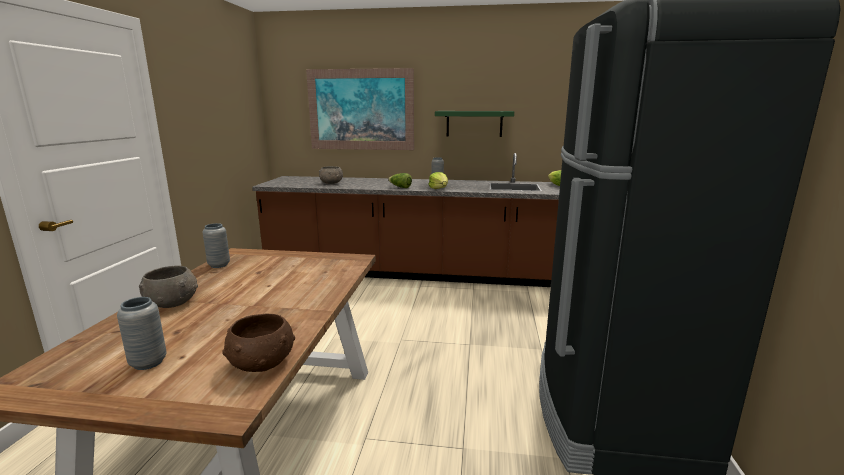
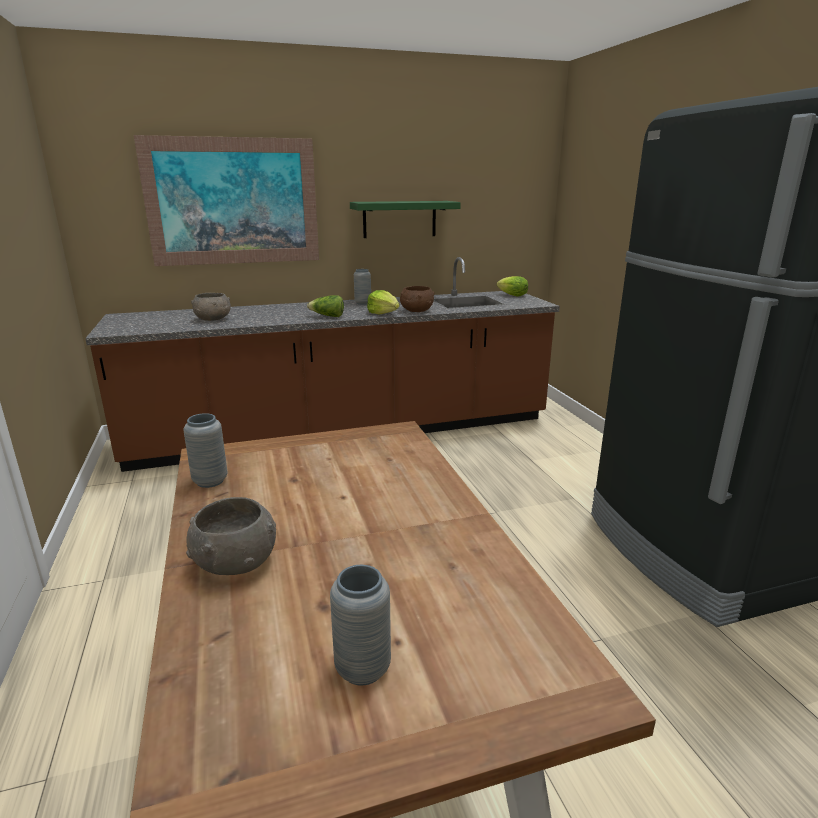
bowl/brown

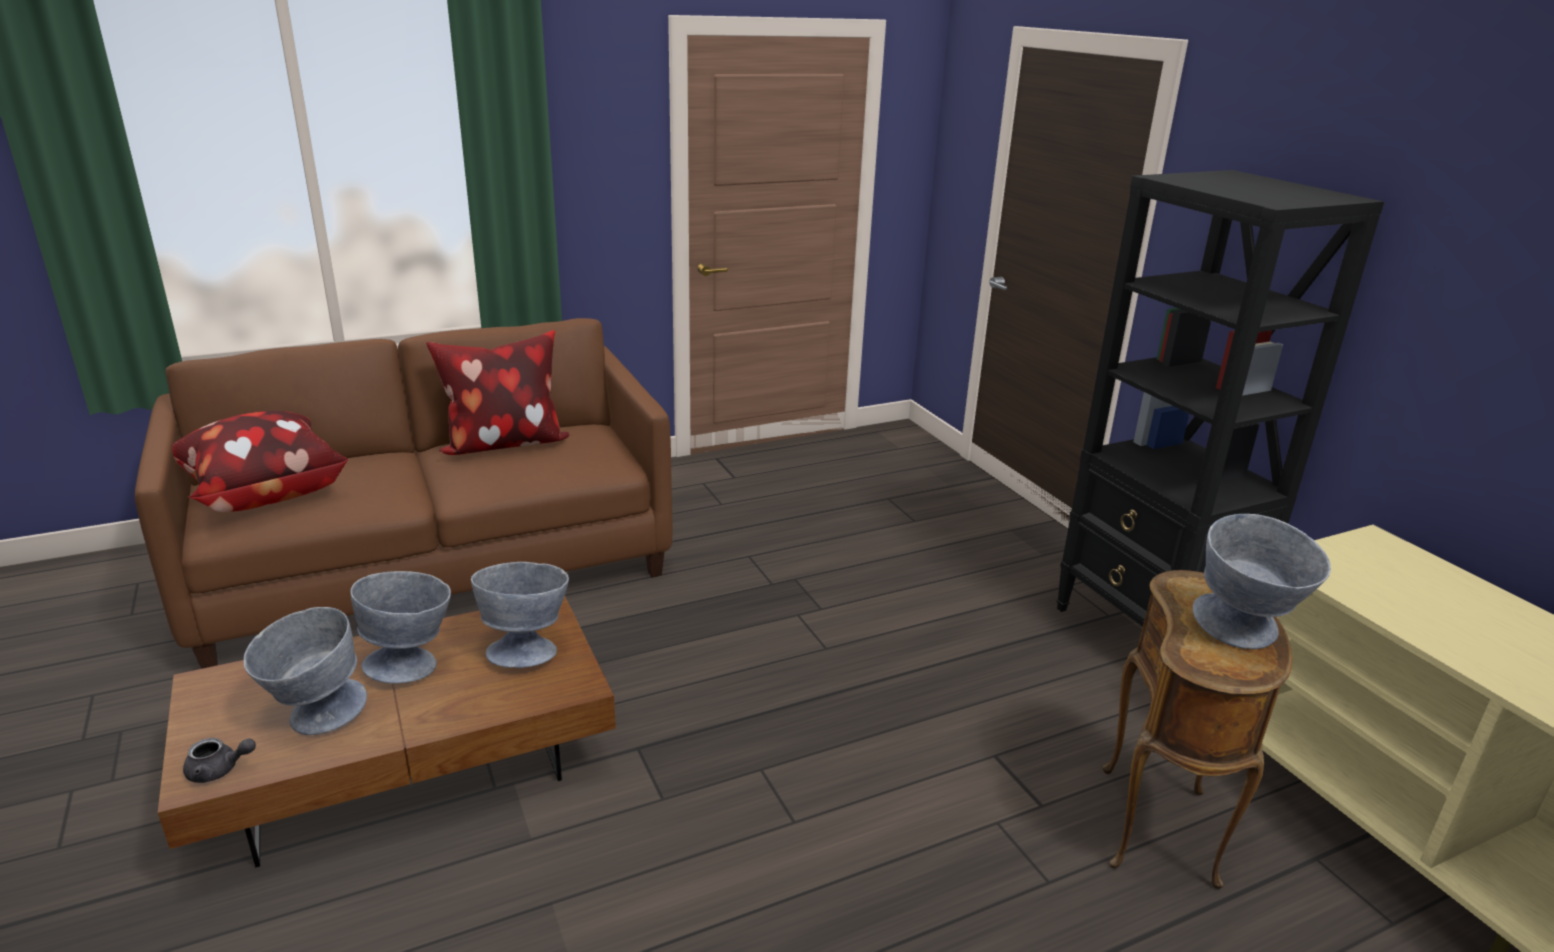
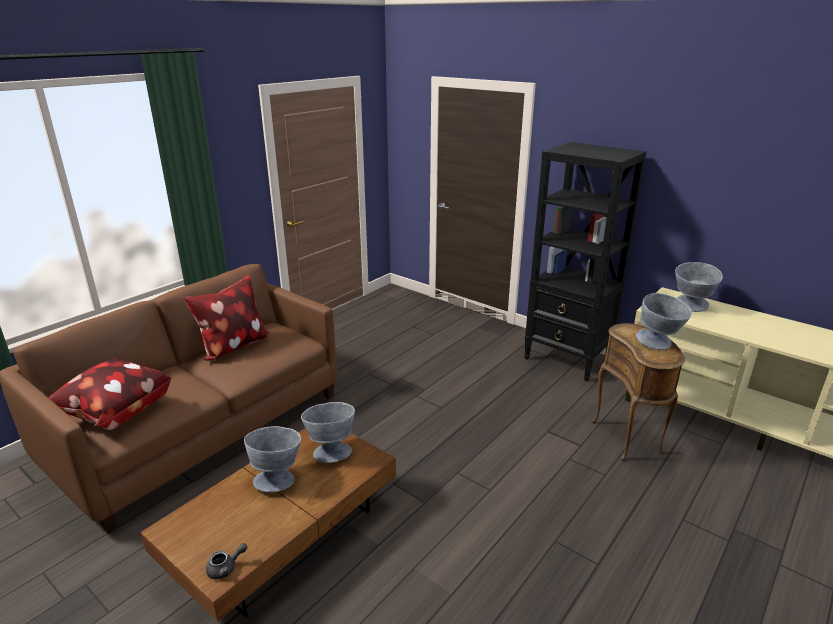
bowl/grey (4th from left)

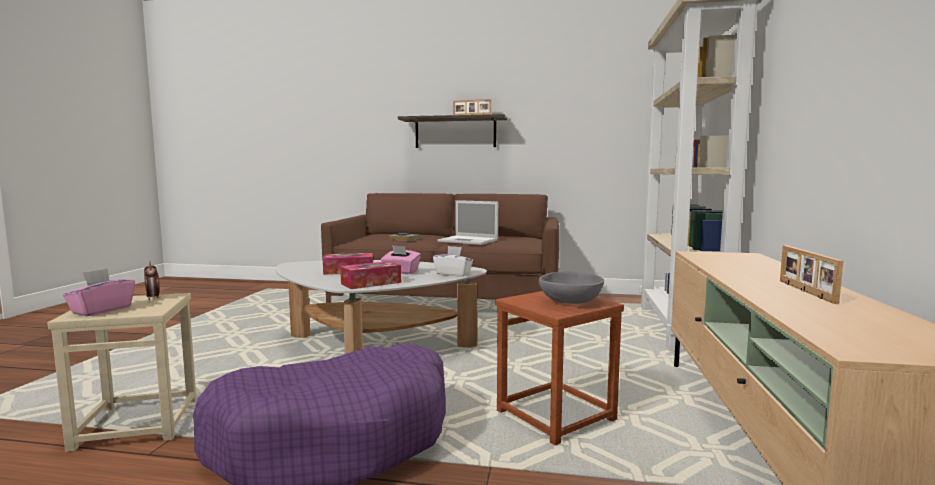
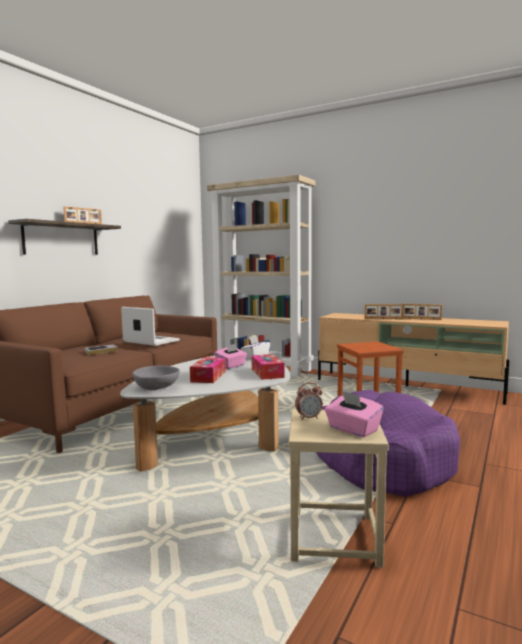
laptop
bowl/grey
picture frame (2nd from left)

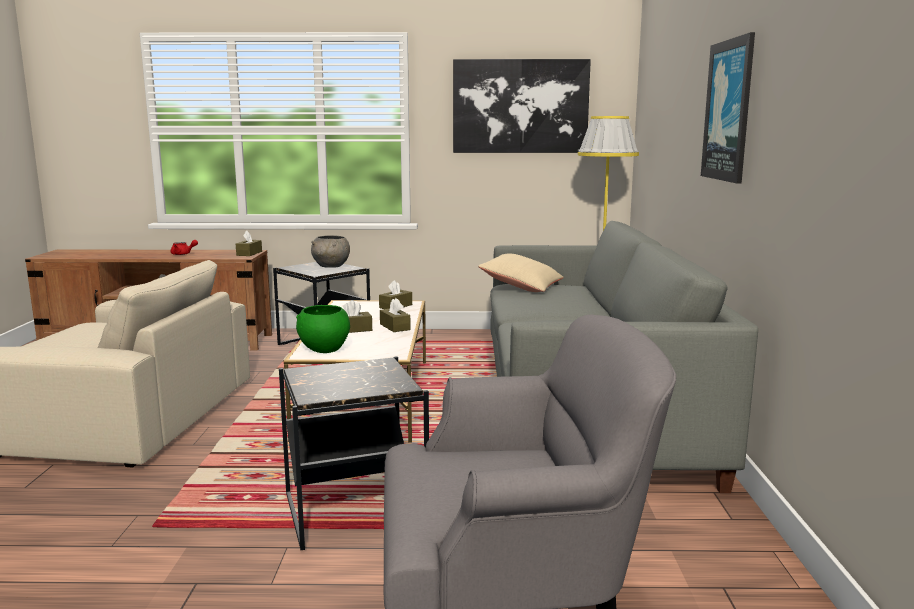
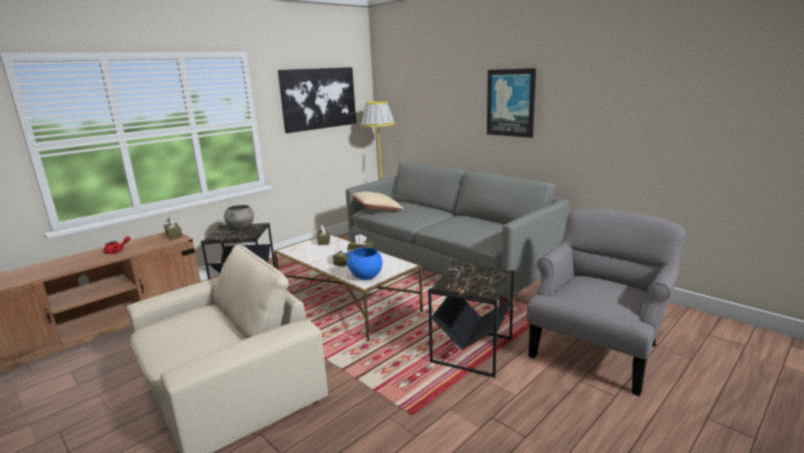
bowl/blue

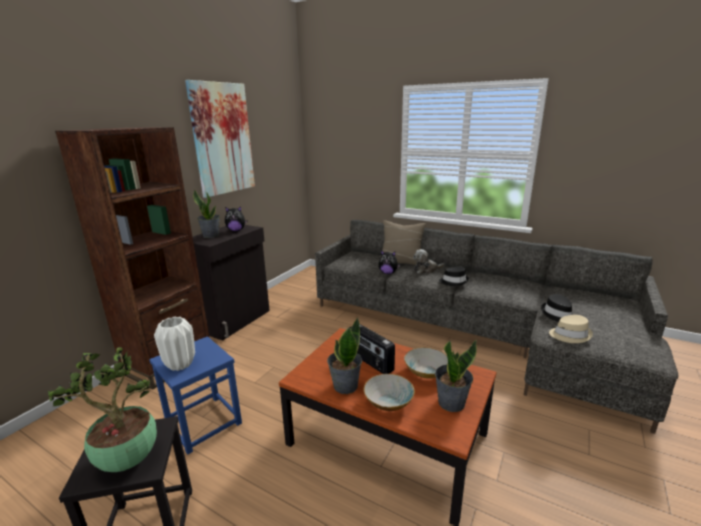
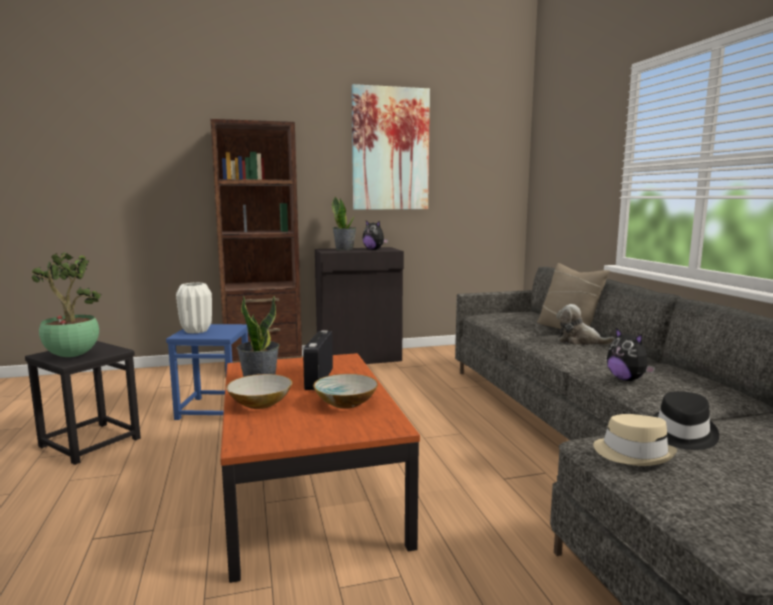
plush toy (3rd from left)
potted plant (4th from left in the first image)
hat/black (1st from left in the first image)

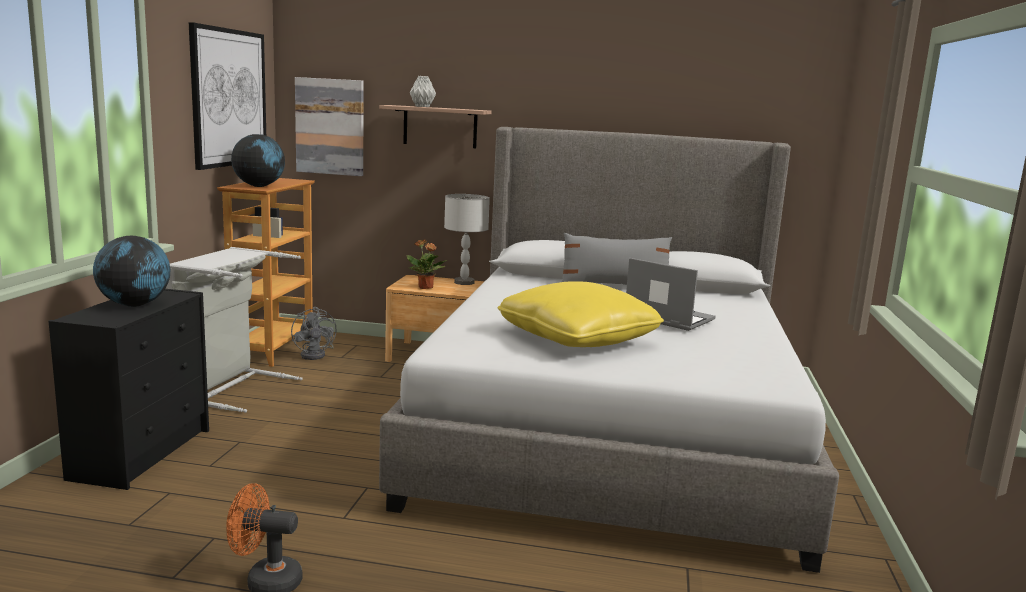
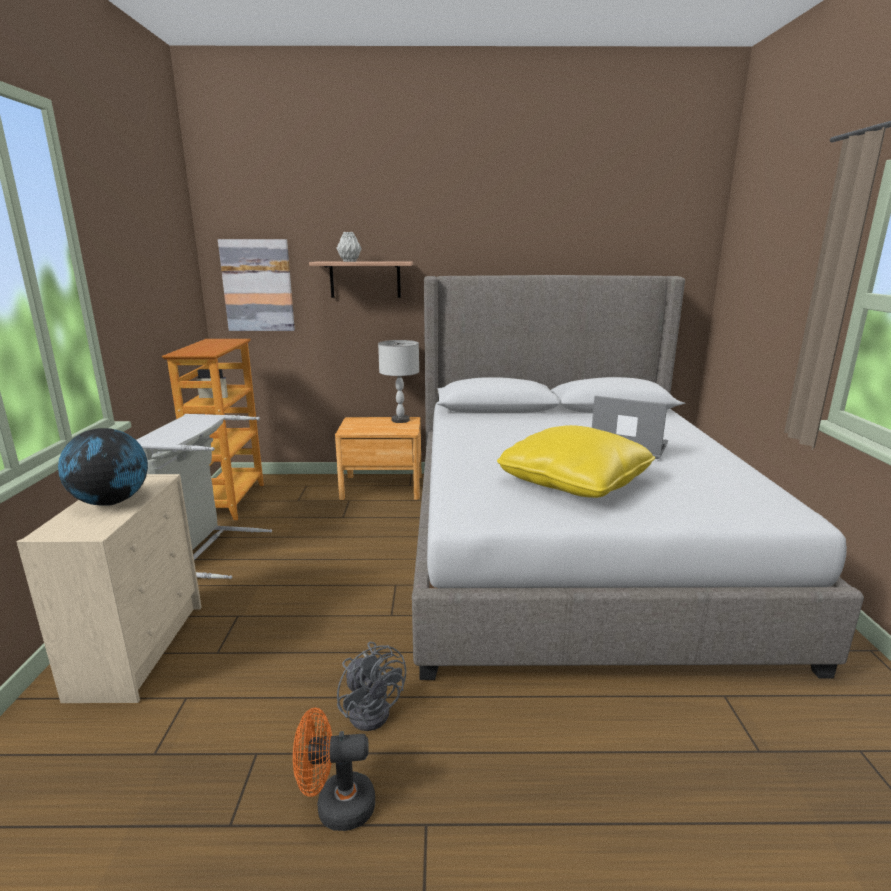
dresser/beige
picture (1st from left in the first image)
globe (2nd from left in the first image)
fan/grey
potted plant
pillow/grey

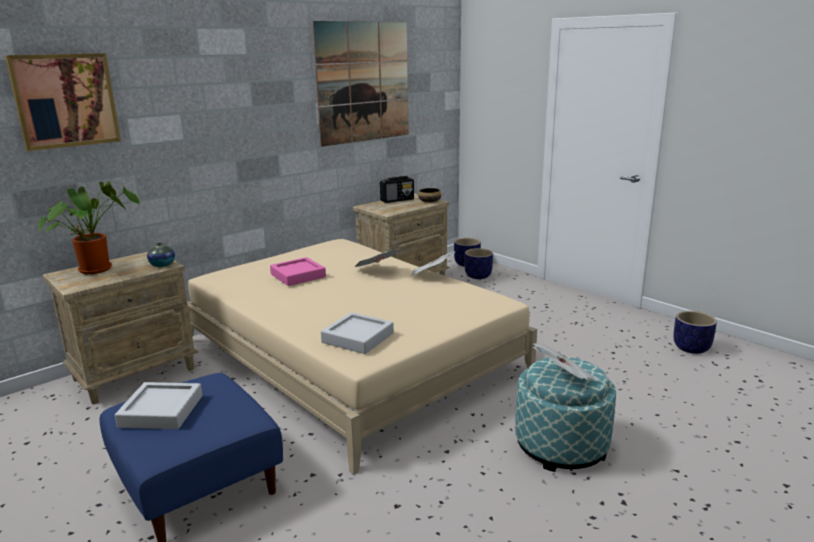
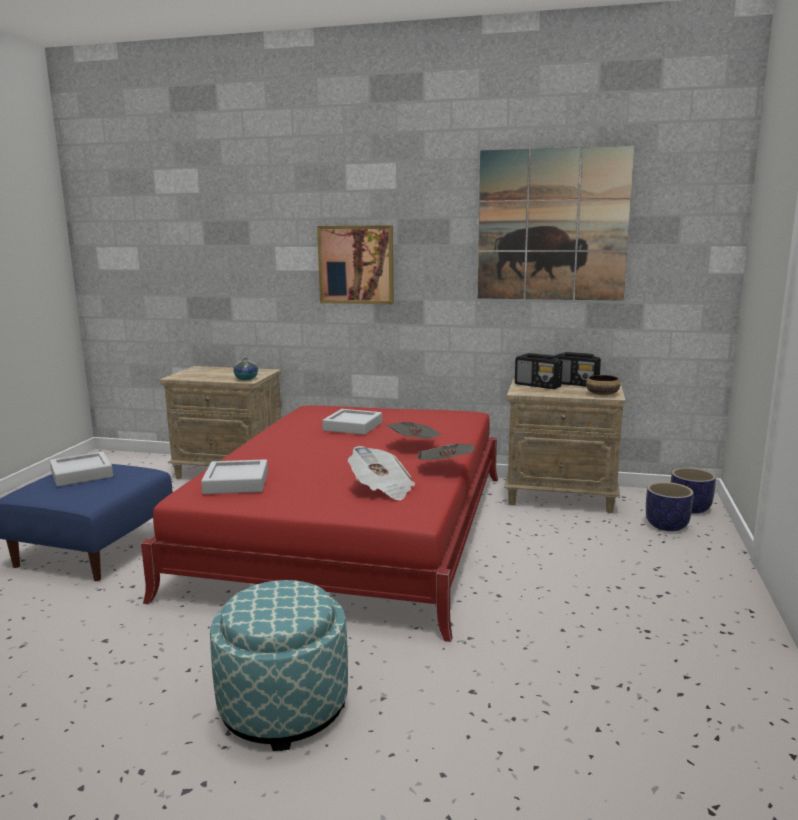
picture (1st from left)
potted plant
bed/red
tray/grey (3rd from left)
newspaper (1st from left)
planter (3rd from left in the first image)
radio (1st from left)

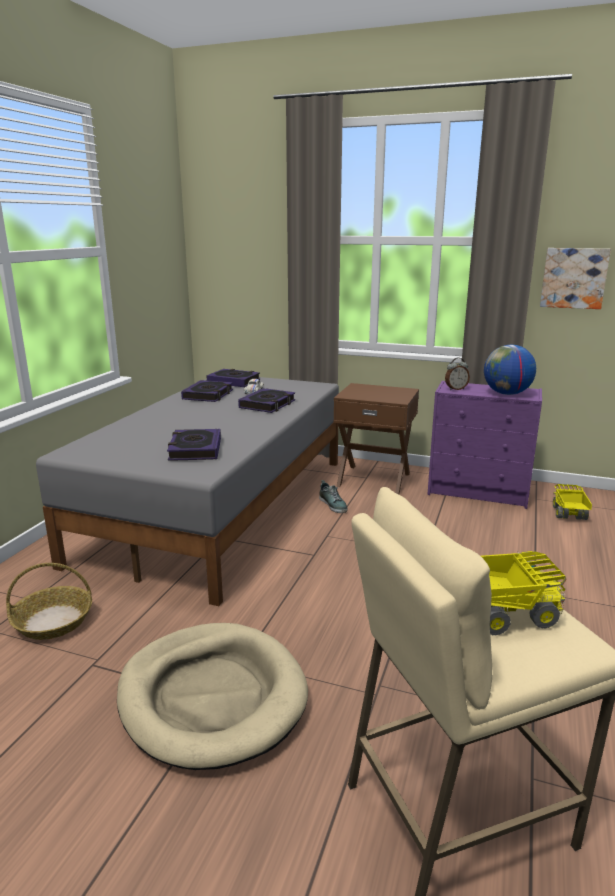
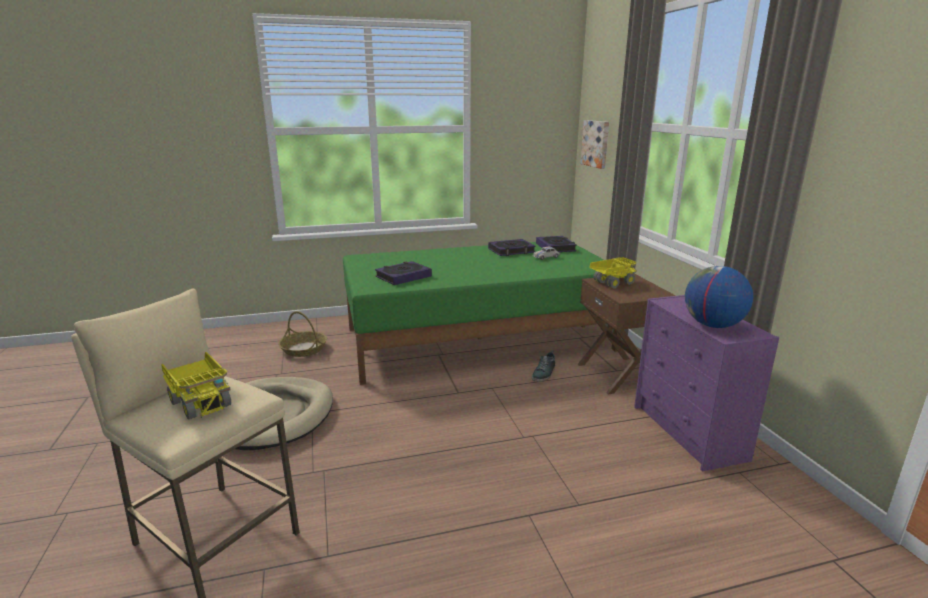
bed/green
book (4th from left in the first image)
alarm clock
picture
toy truck (2nd from left)

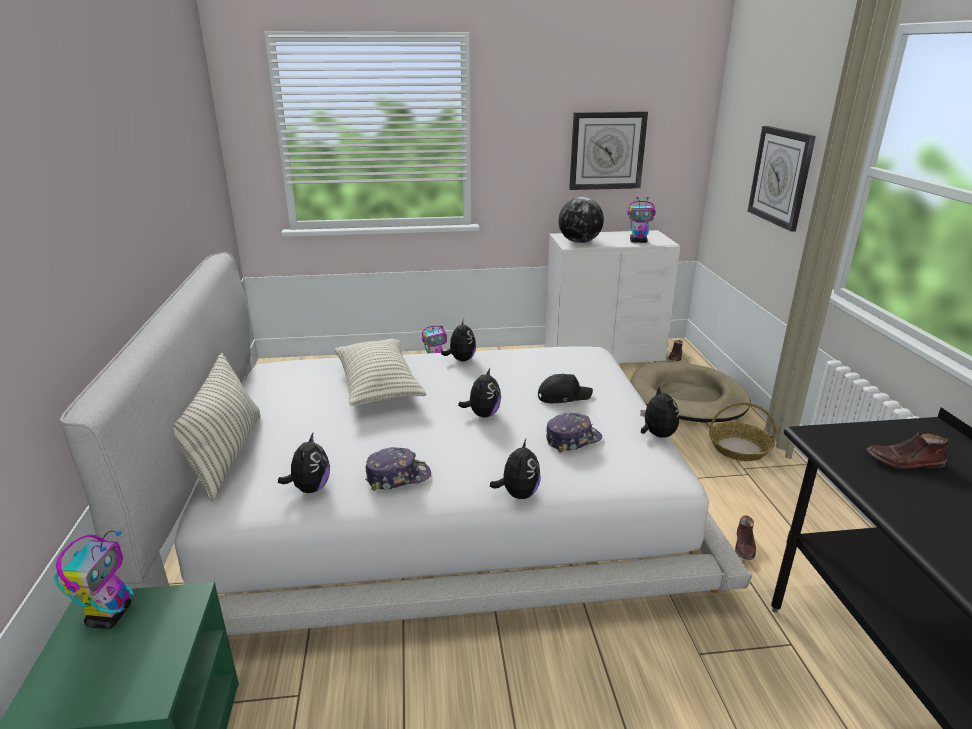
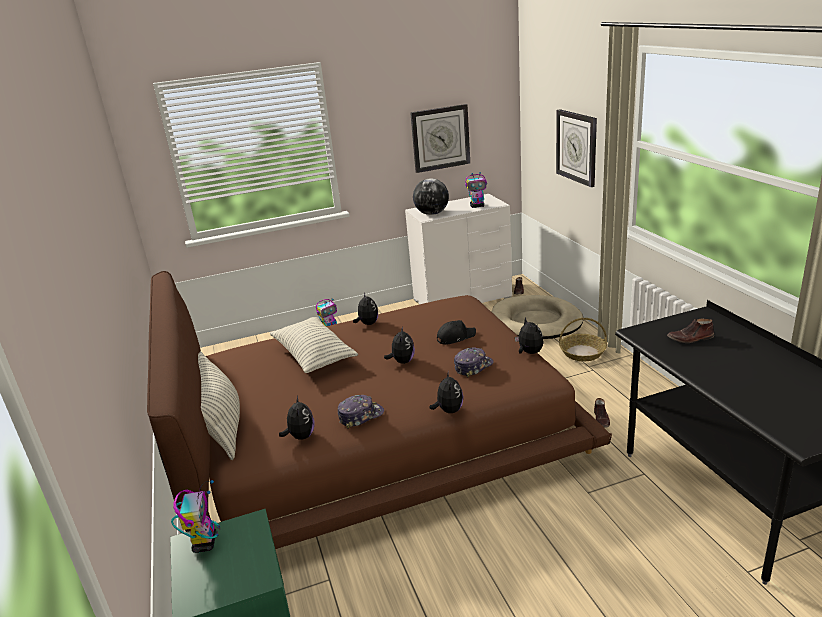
bed/brown

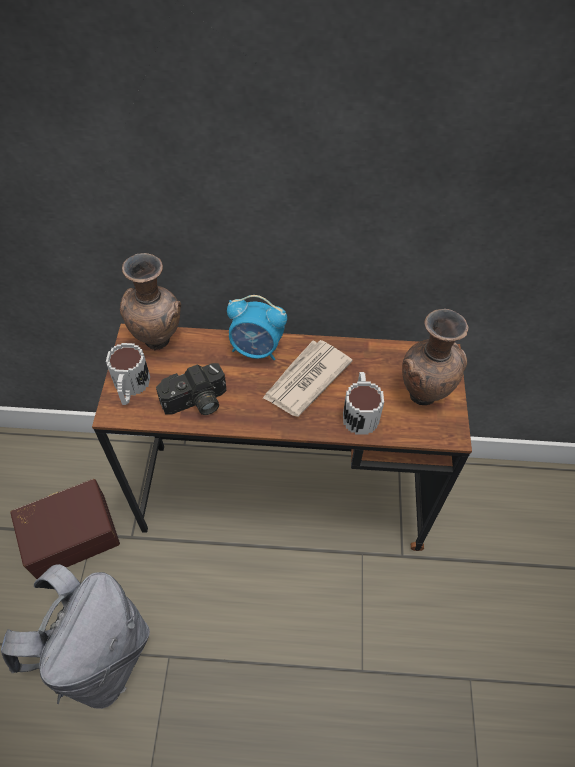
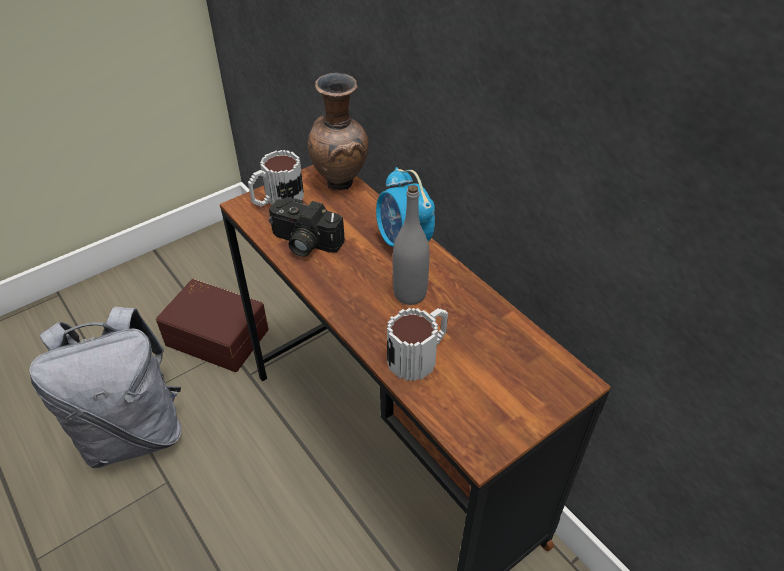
bottle/grey
vase/brown (2nd from left in the first image)

